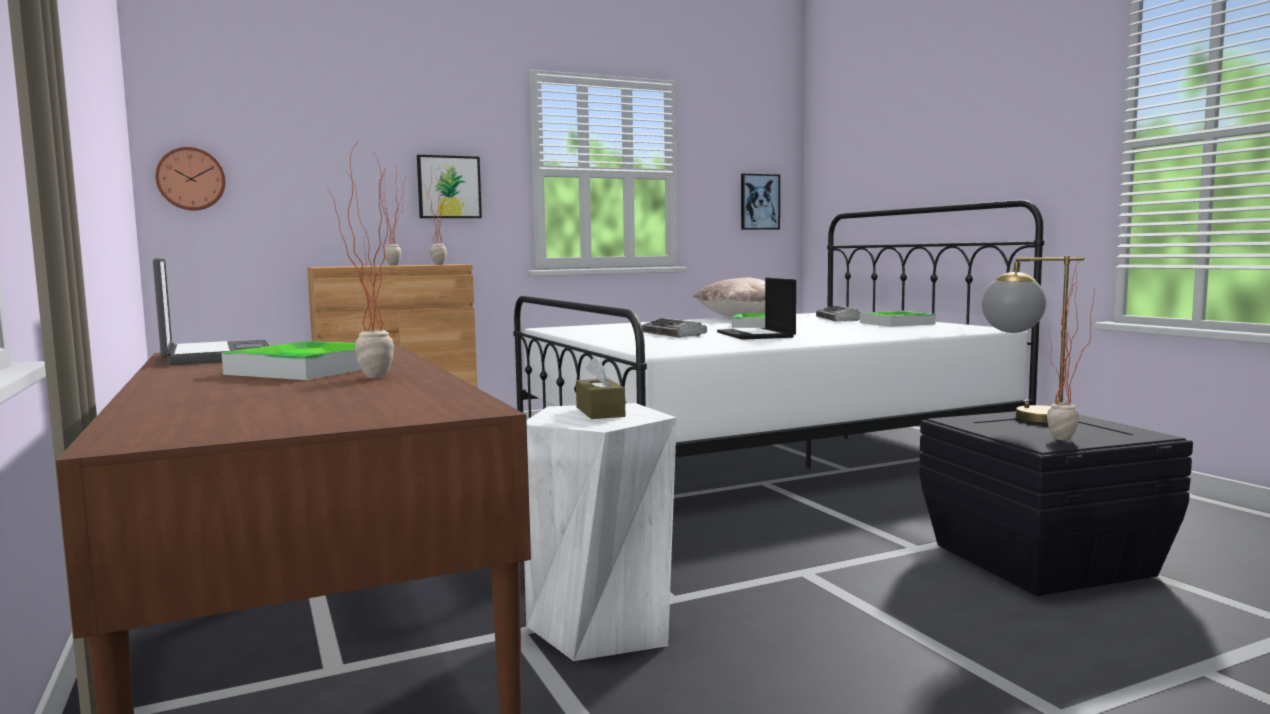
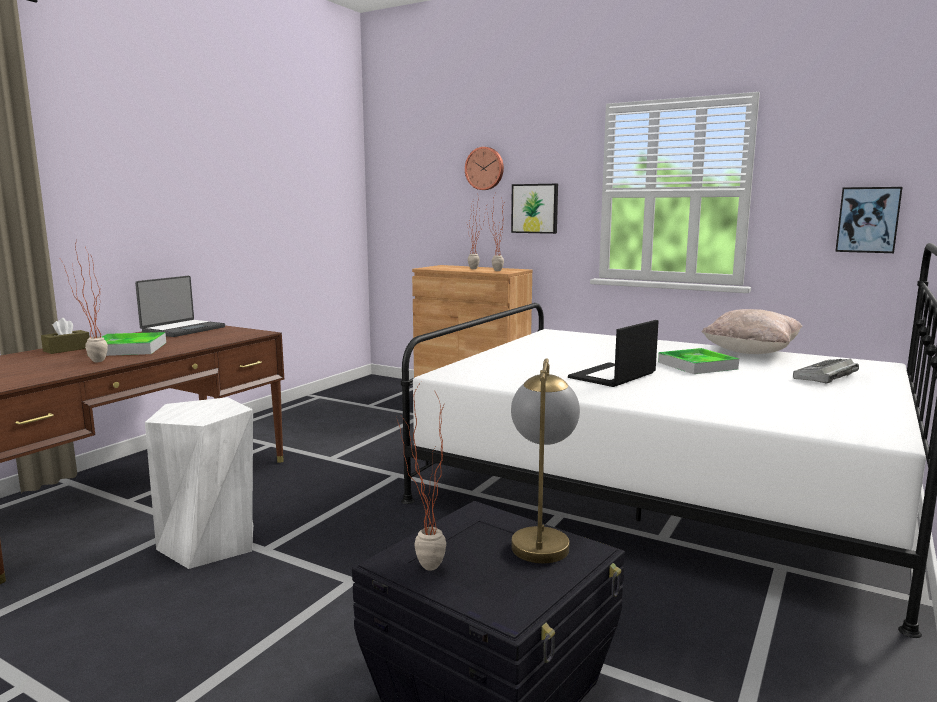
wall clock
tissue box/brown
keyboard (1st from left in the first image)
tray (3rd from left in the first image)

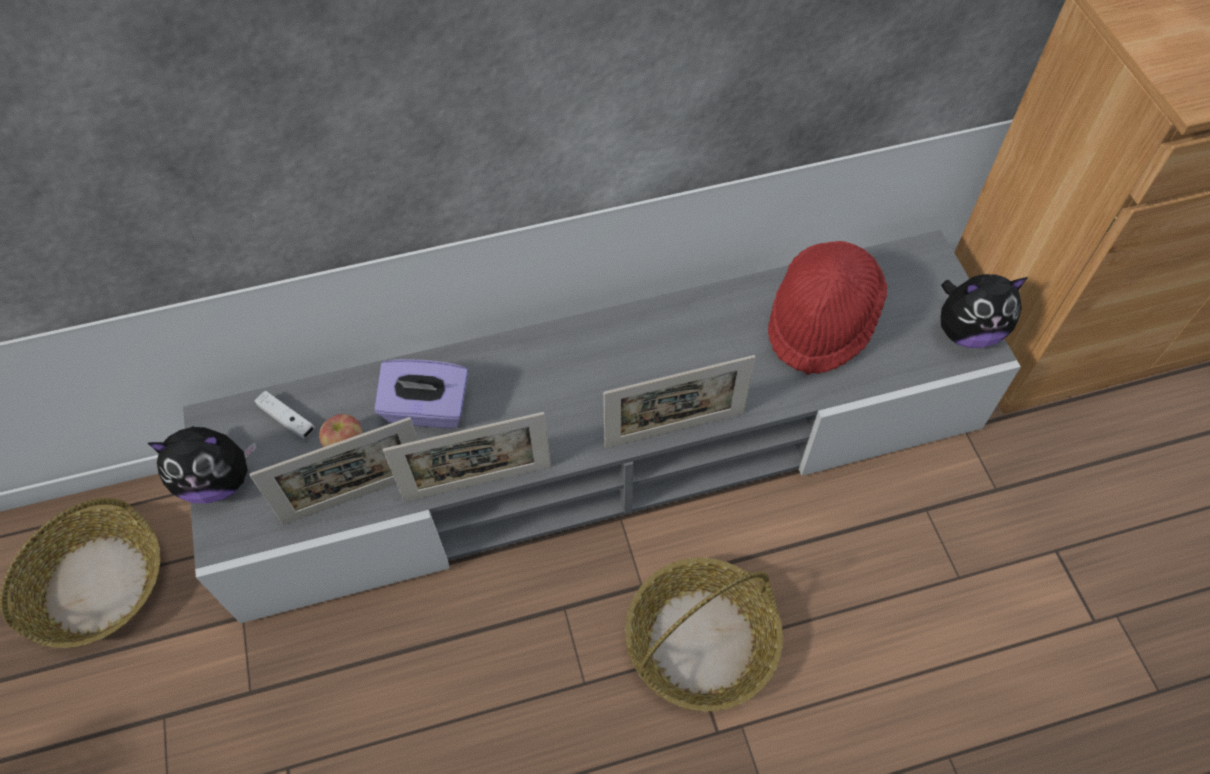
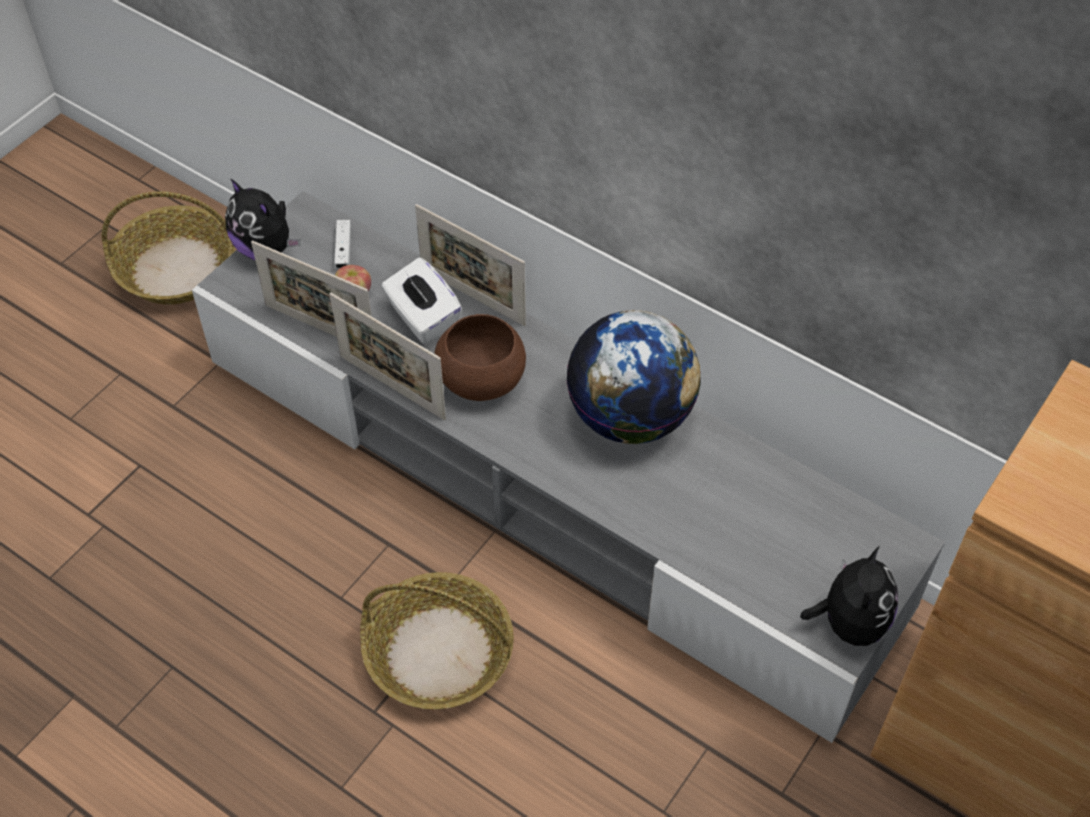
tissue box/white
picture frame (3rd from left)
hat/red
plush toy (2nd from left)
bowl/brown
globe

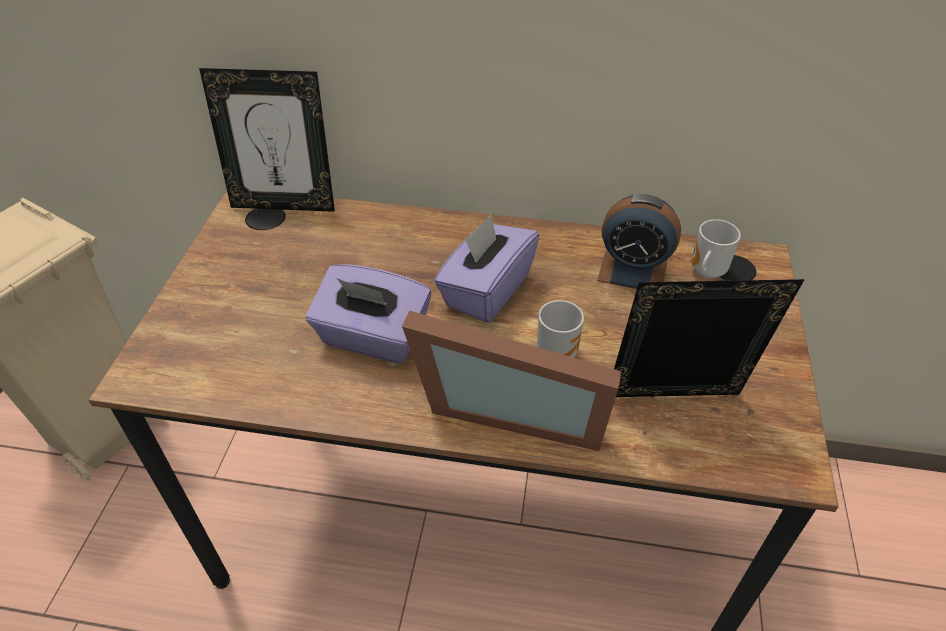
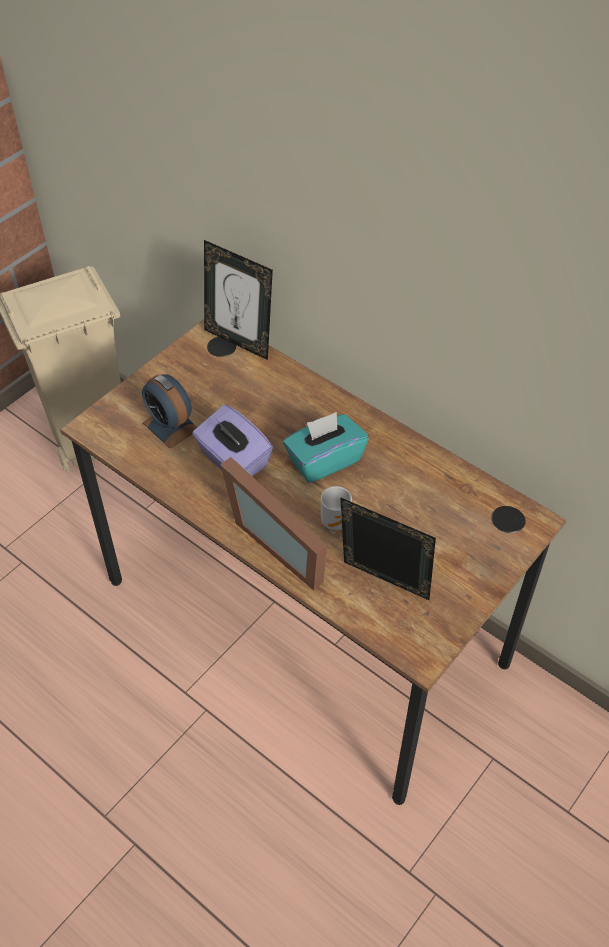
tissue box/turquoise
alarm clock
mug (2nd from left in the first image)

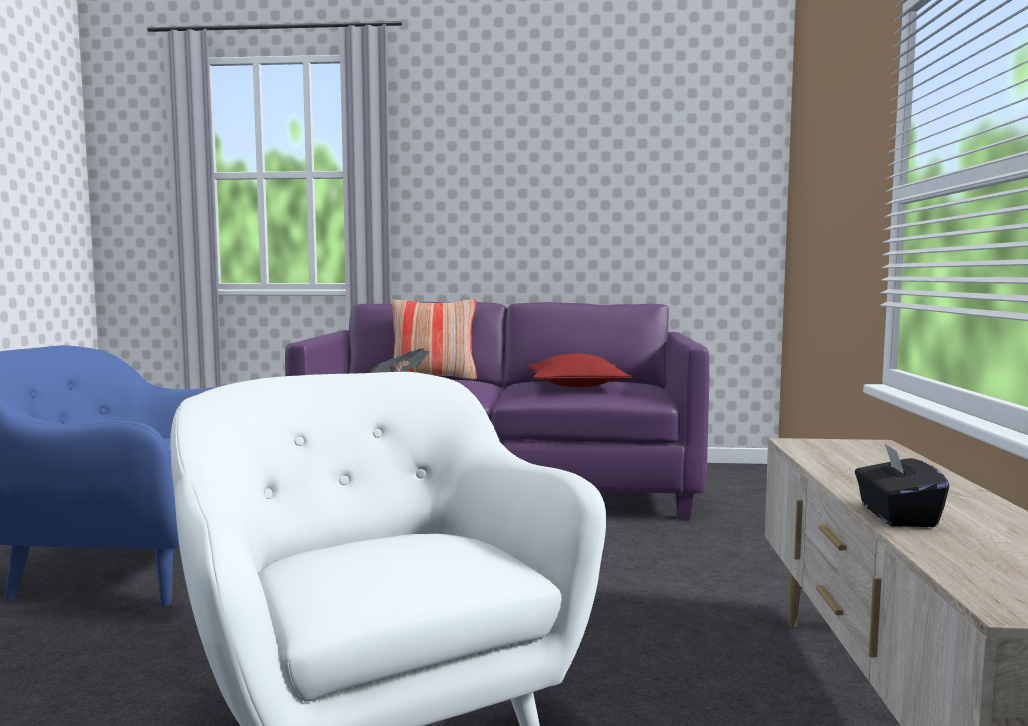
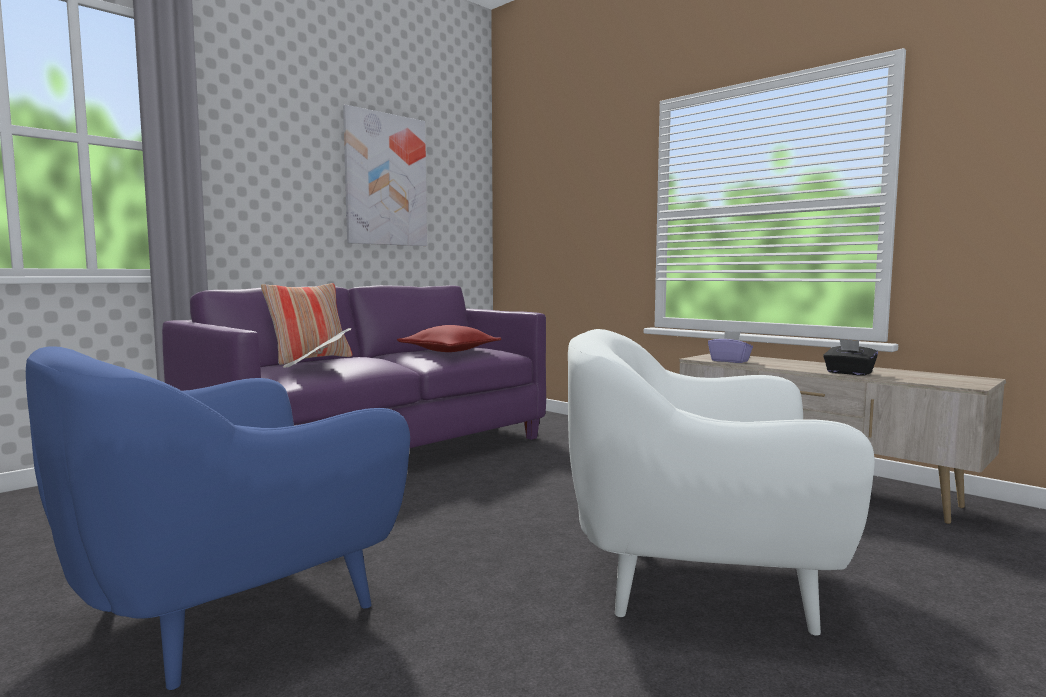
picture
tissue box/purple

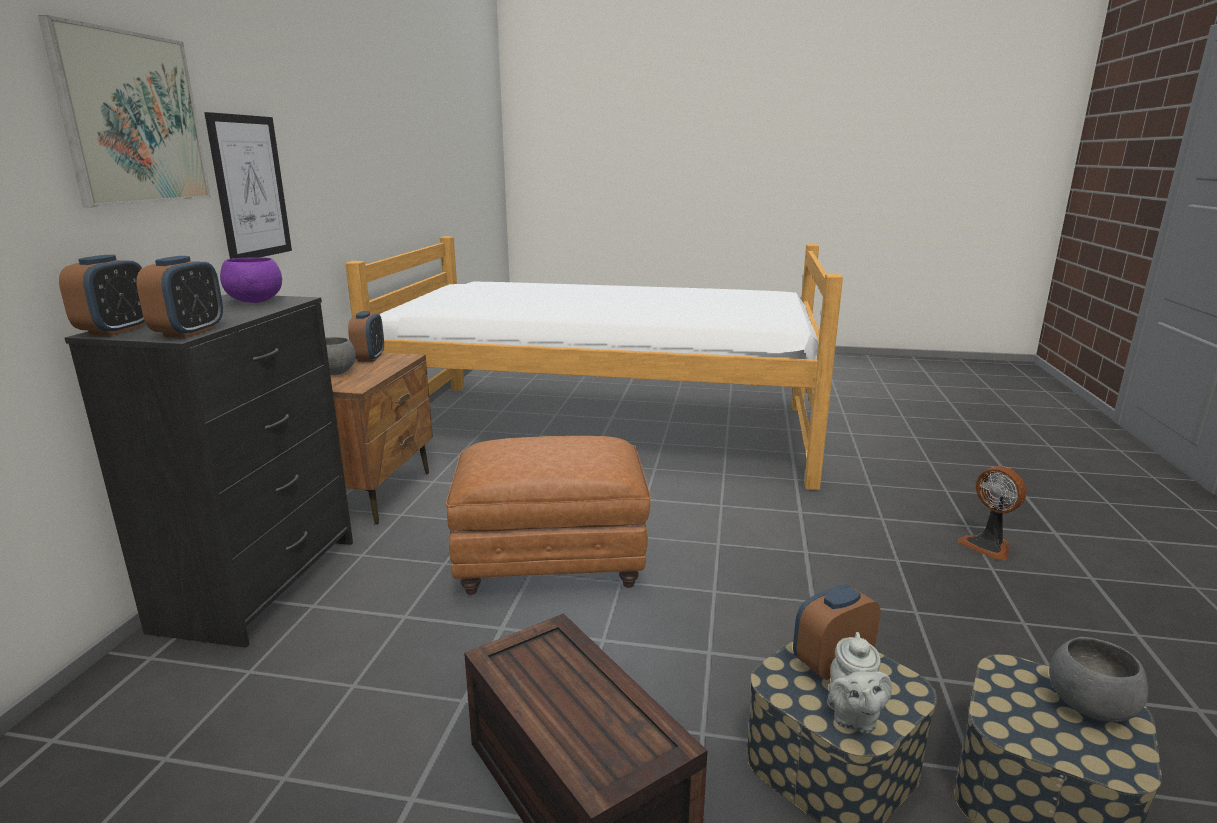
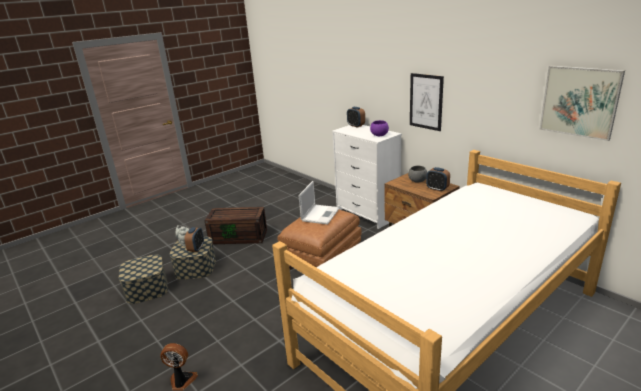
picture (2nd from left)
dresser/white
alarm clock (2nd from left in the first image)
bowl/grey (2nd from left in the first image)
laptop

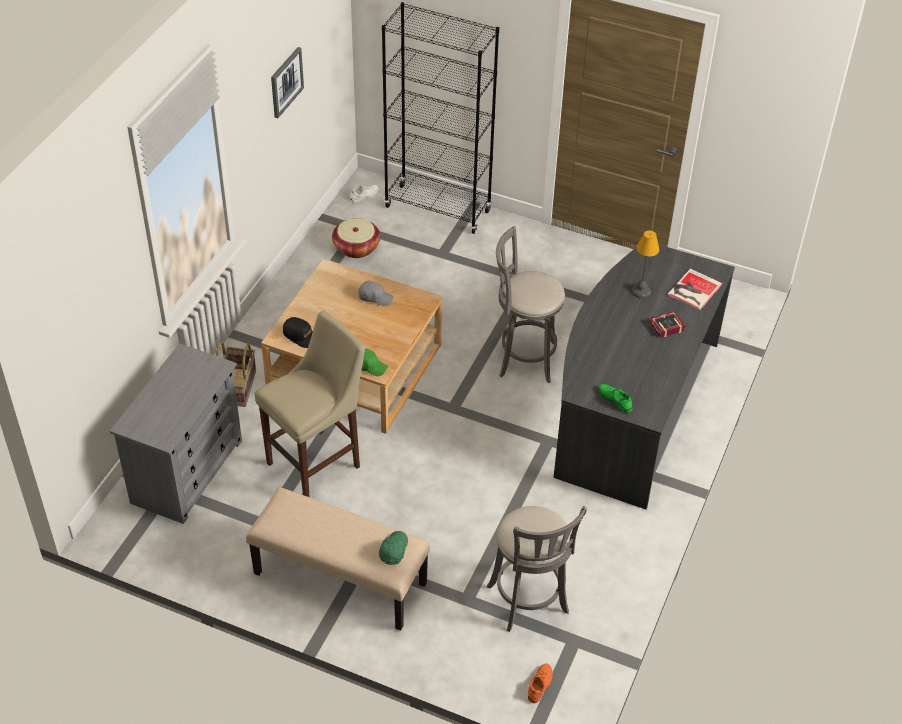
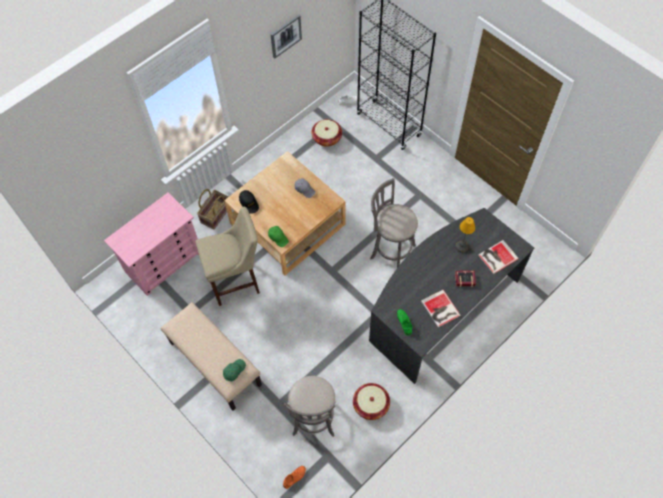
dresser/pink
basket (3rd from left)
book (1st from left)

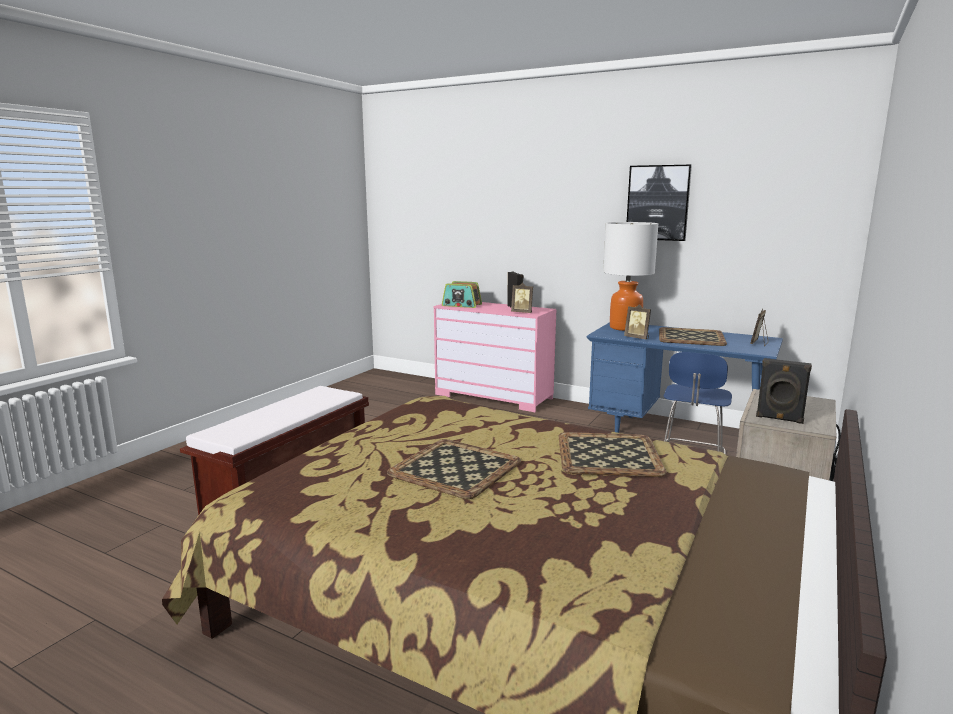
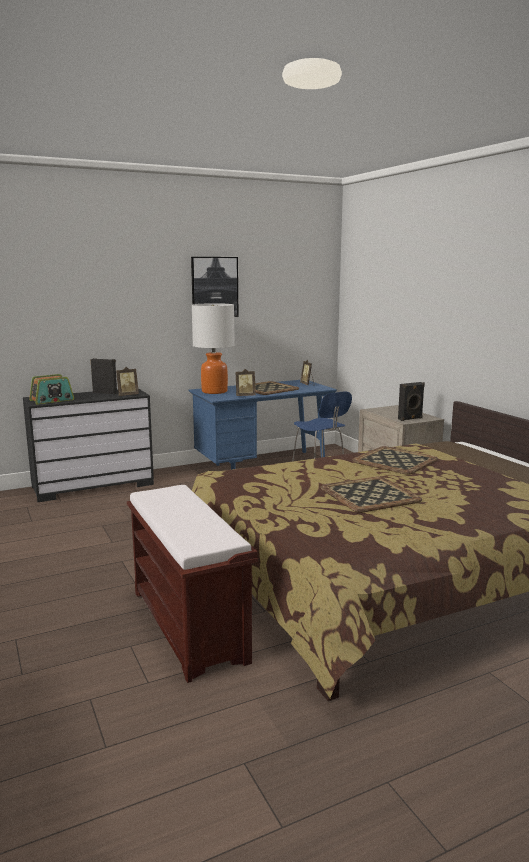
dresser/black

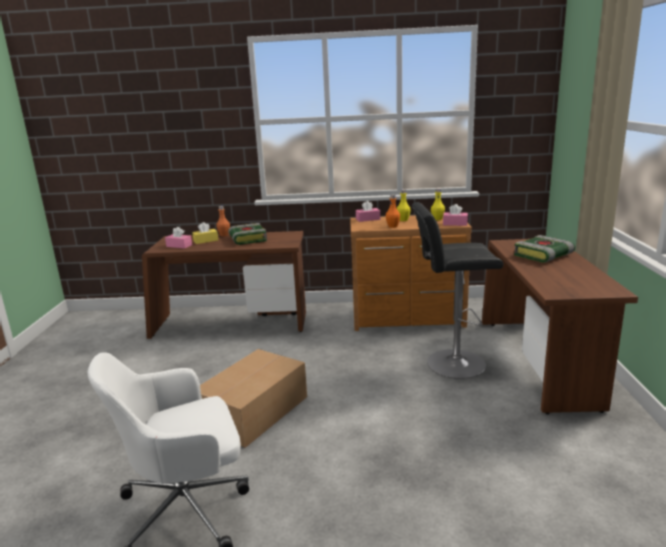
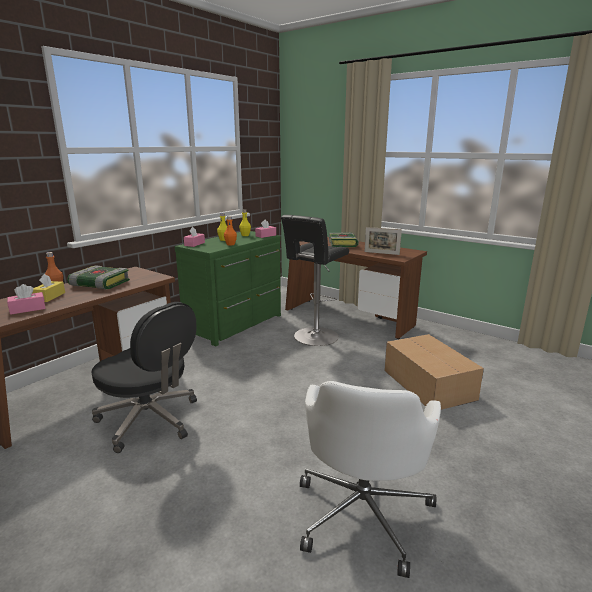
cardboard box
dresser/green
office chair/black
picture frame

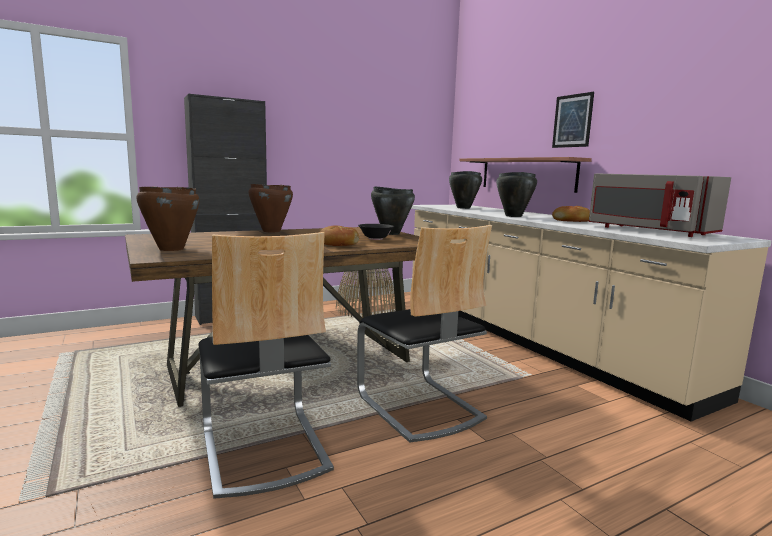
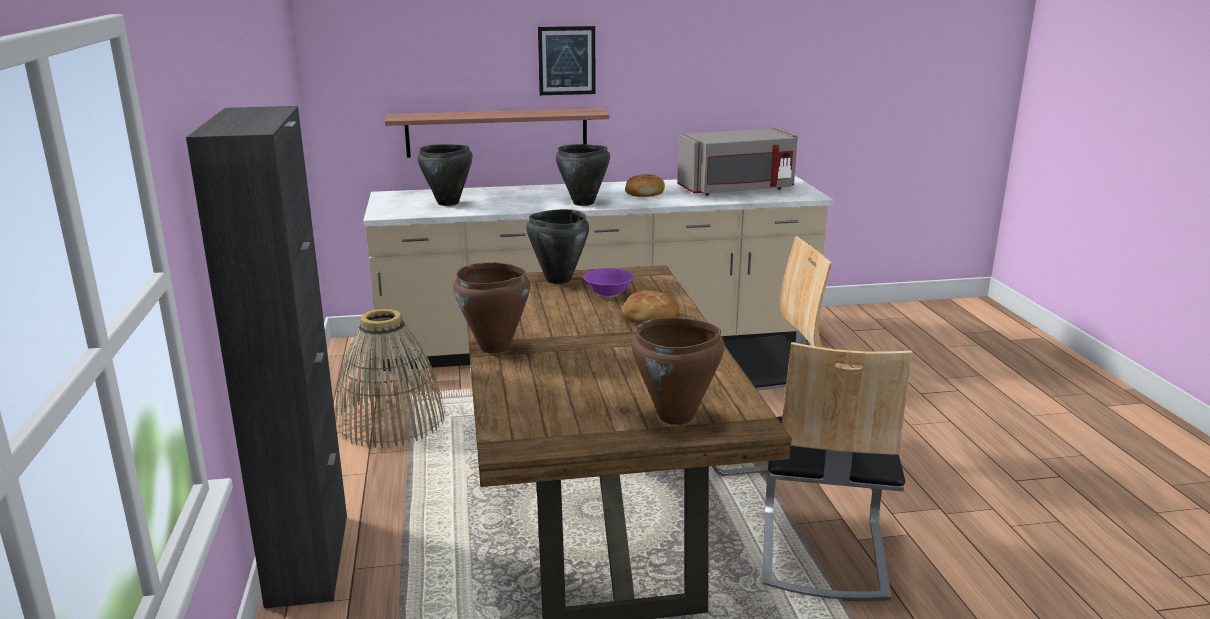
chair (2nd from left)
bowl/purple

